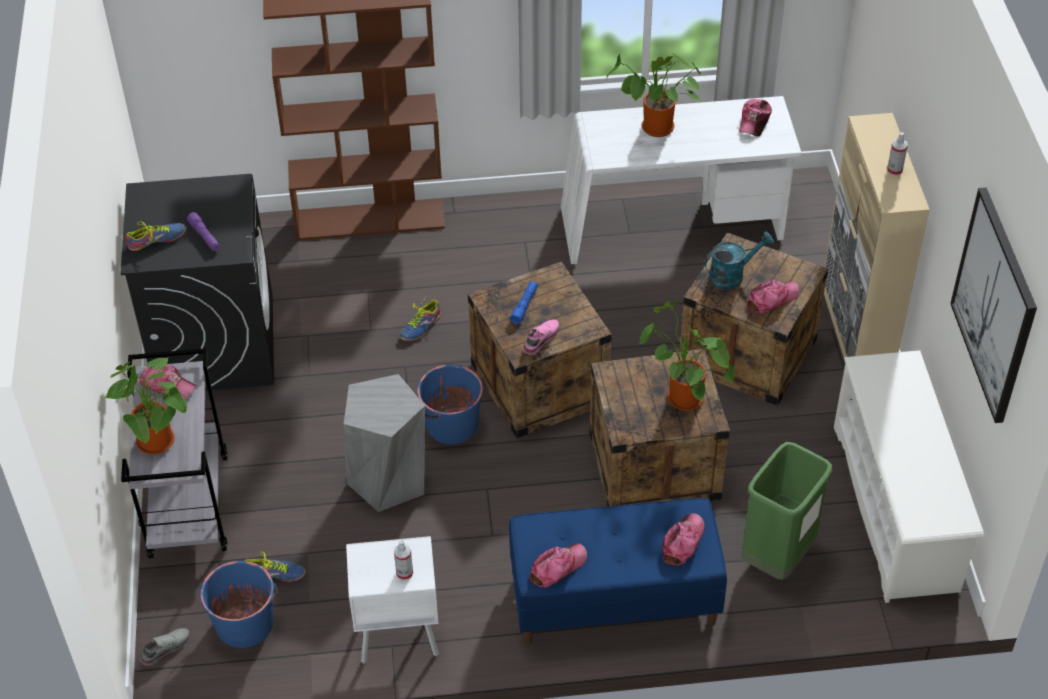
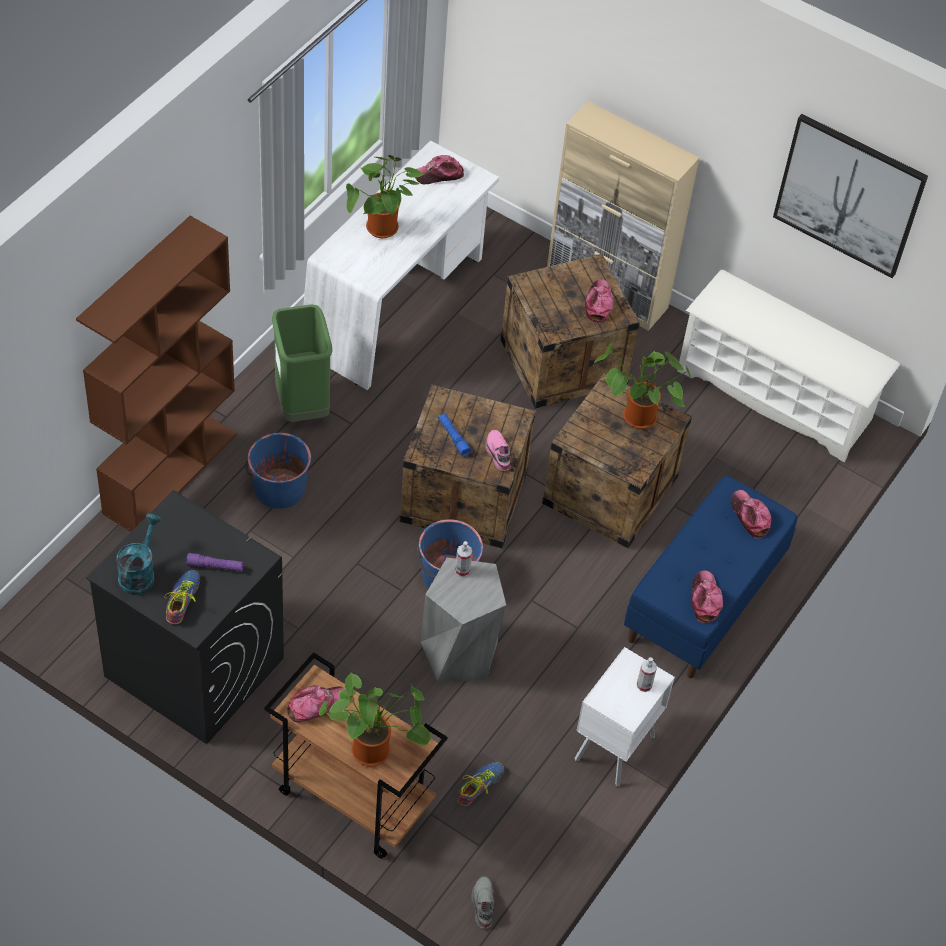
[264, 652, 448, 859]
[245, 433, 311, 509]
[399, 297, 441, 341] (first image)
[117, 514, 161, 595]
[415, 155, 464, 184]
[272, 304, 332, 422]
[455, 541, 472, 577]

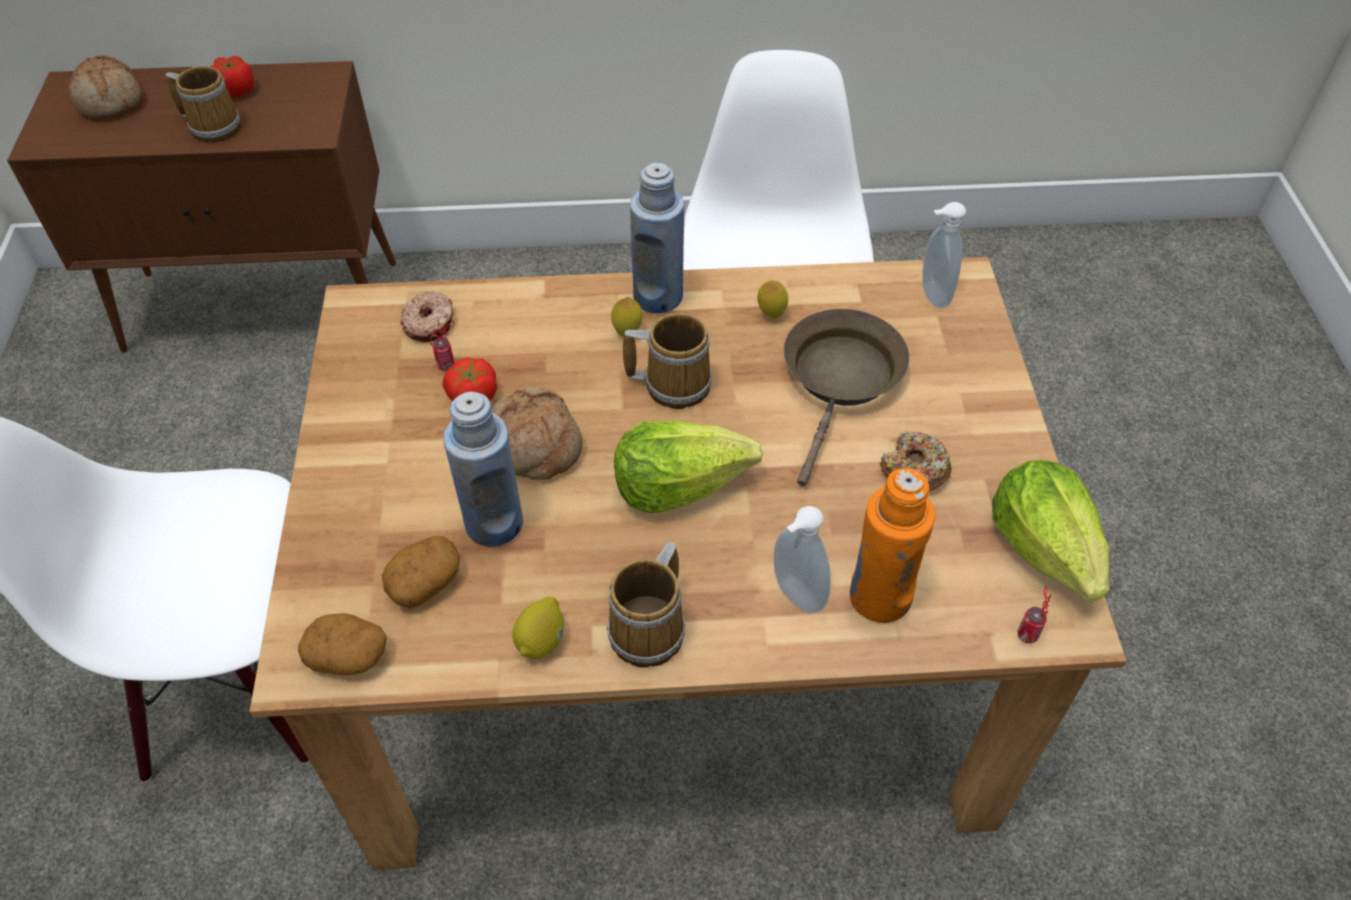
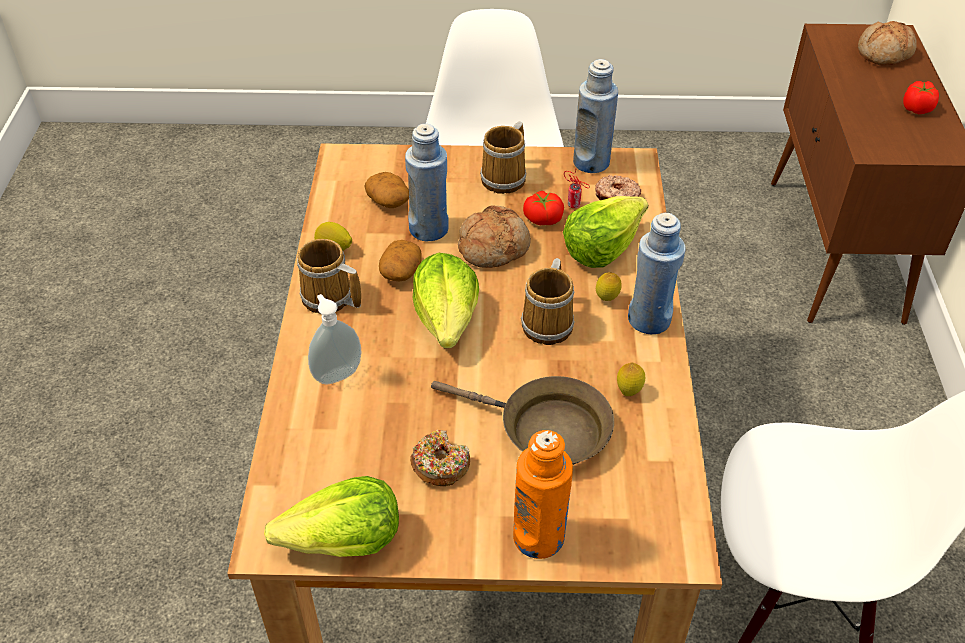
[480, 121, 526, 194]
[379, 240, 422, 282]
[513, 430, 573, 559]
[922, 202, 966, 308] (first image)
[1017, 586, 1051, 643] (first image)
[563, 196, 648, 268]
[573, 59, 618, 173]

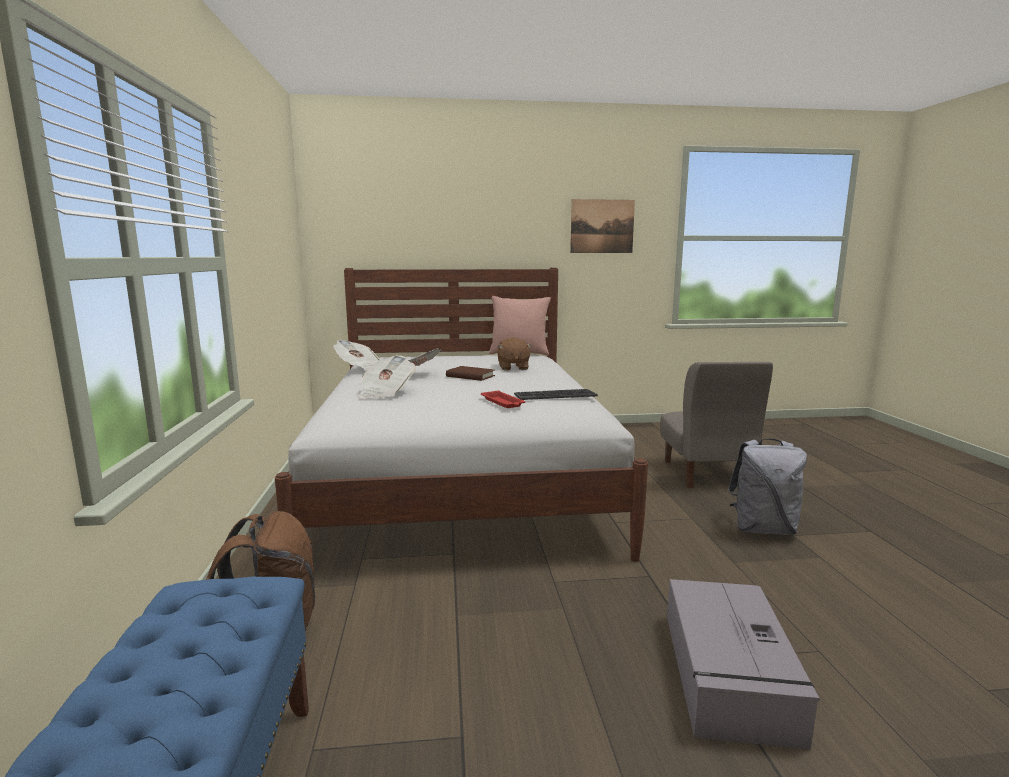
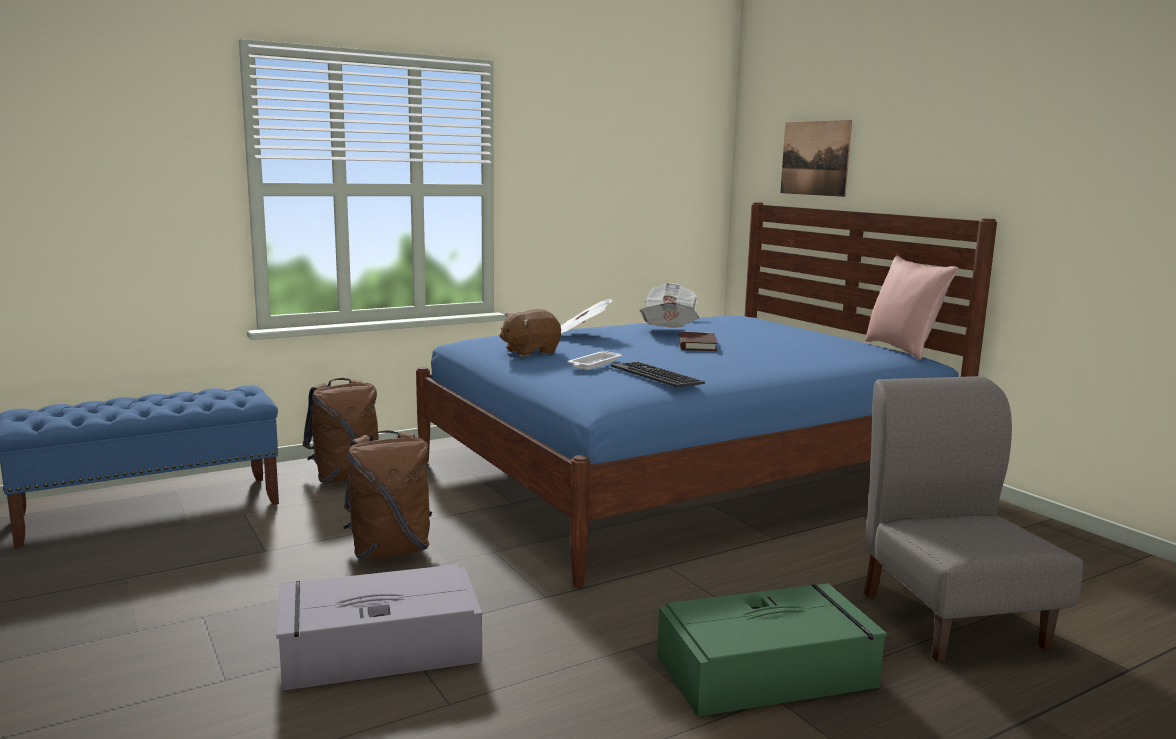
[416, 202, 997, 588]
[568, 351, 622, 370]
[500, 309, 561, 357]
[780, 120, 852, 197]
[863, 376, 1083, 662]
[657, 583, 887, 717]
[343, 430, 432, 559]

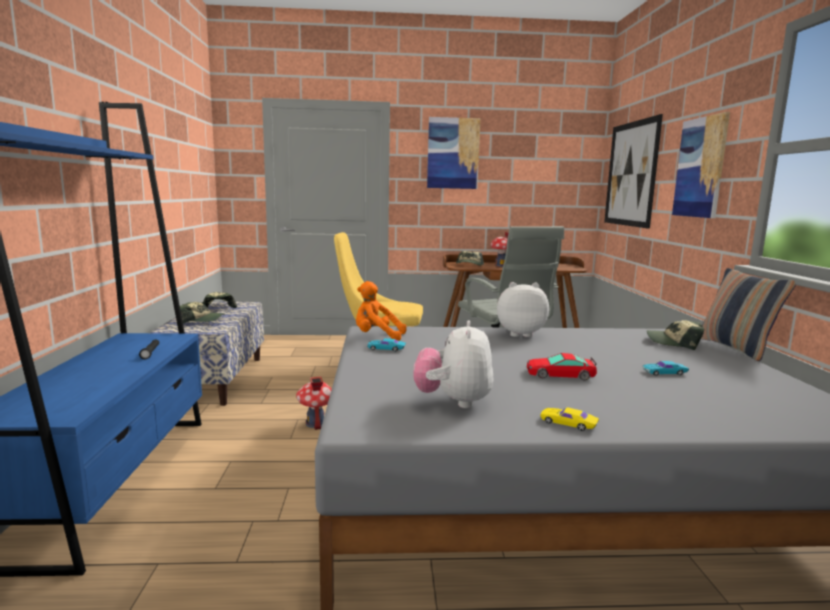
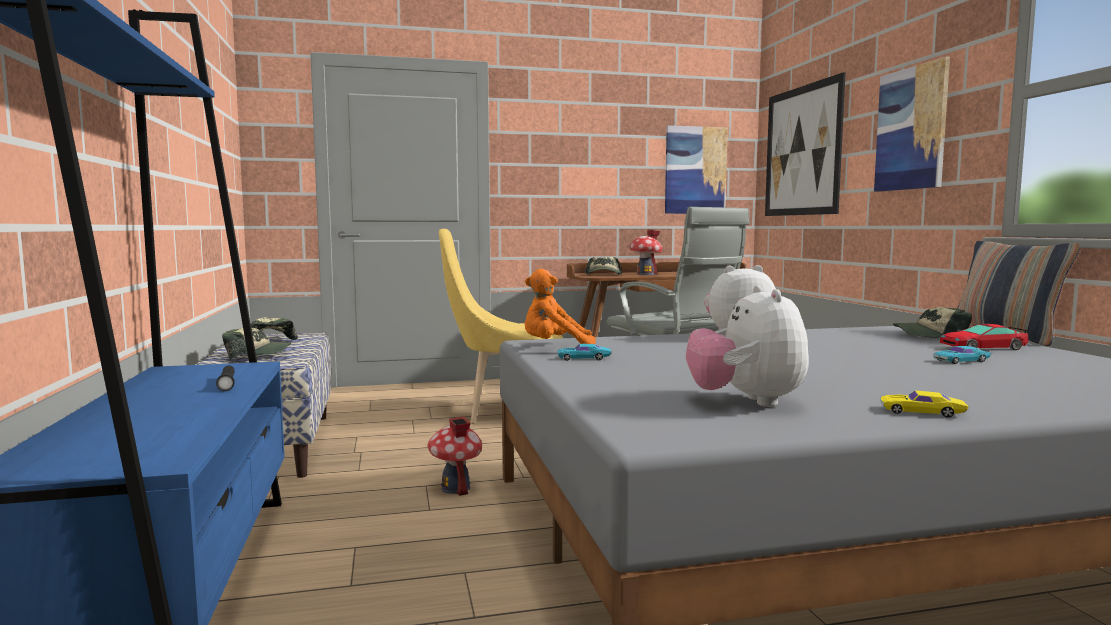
[665, 125, 728, 214]
[940, 324, 1028, 350]

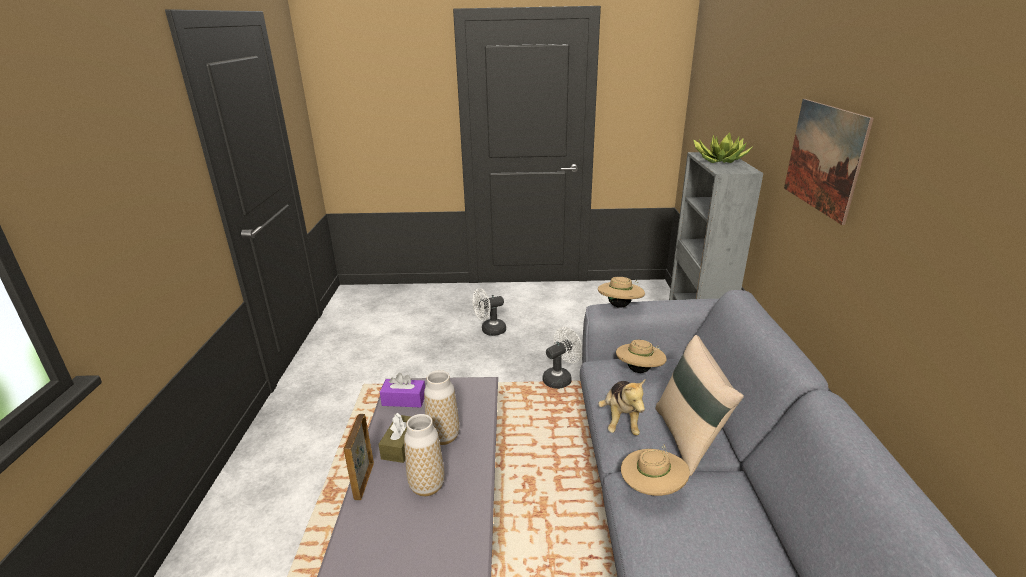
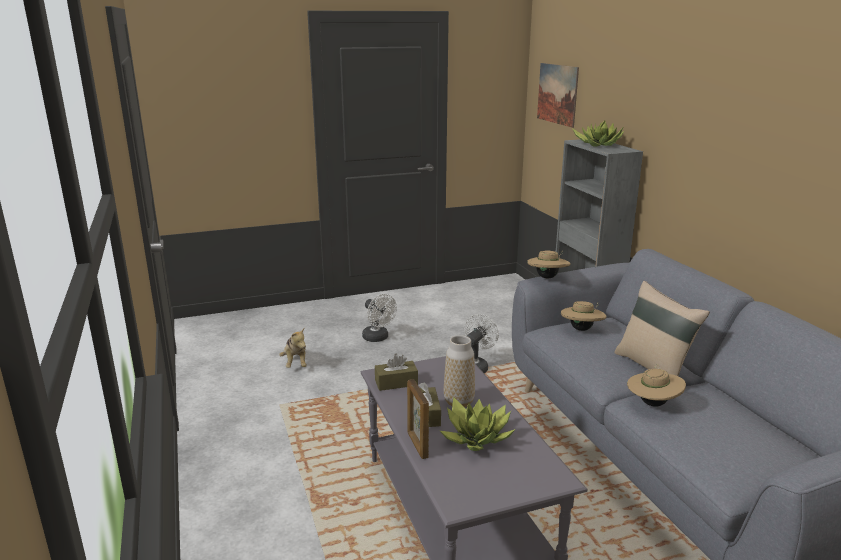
[375, 354, 418, 391]
[440, 397, 515, 451]
[362, 294, 397, 342]
[279, 328, 307, 368]
[537, 63, 579, 128]

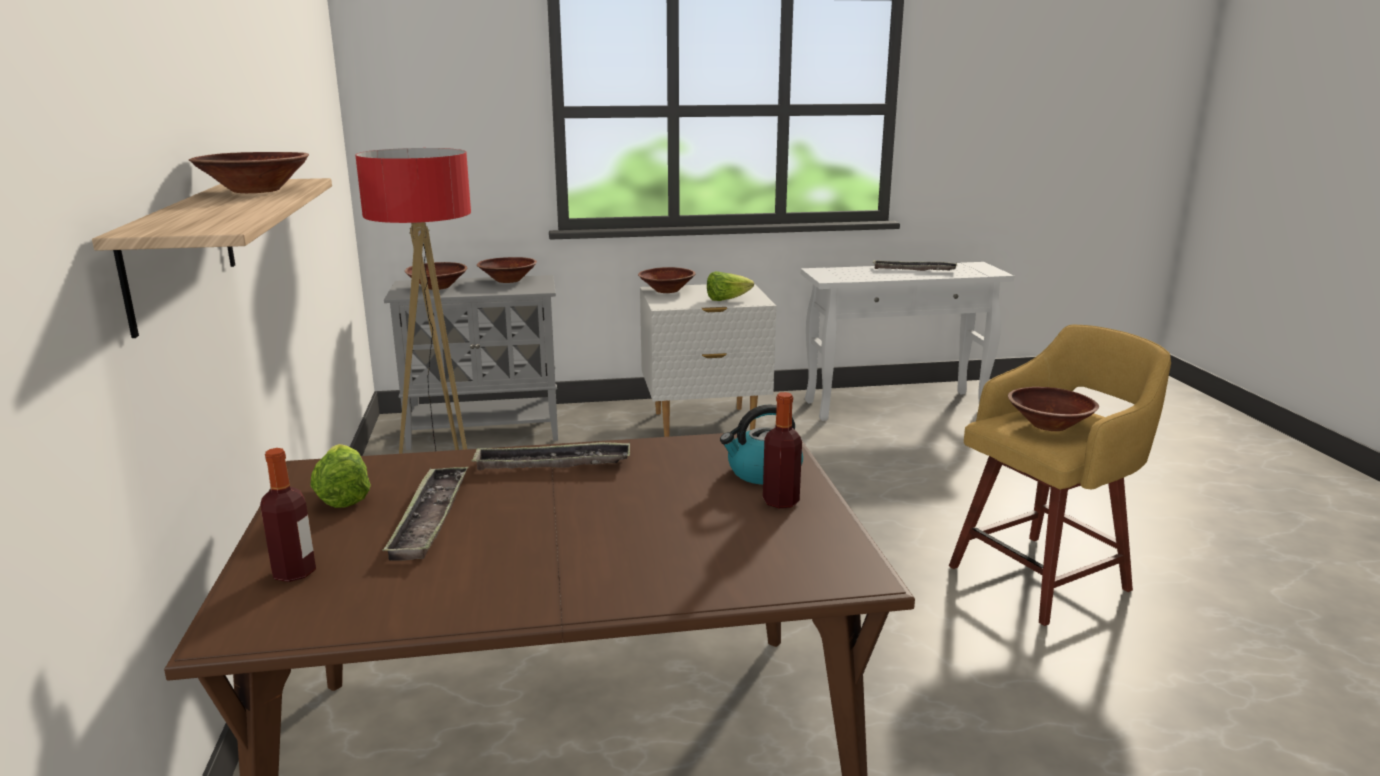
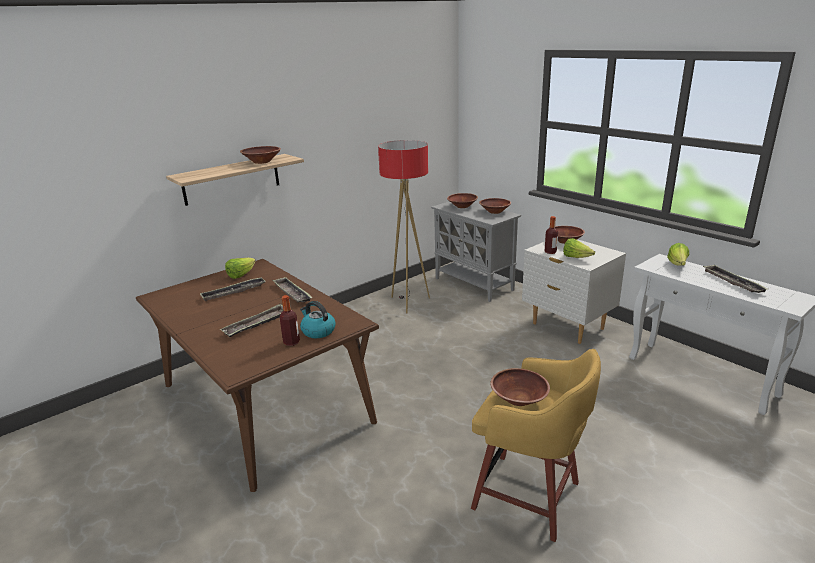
[545, 216, 558, 254]
[220, 304, 283, 337]
[667, 243, 689, 266]

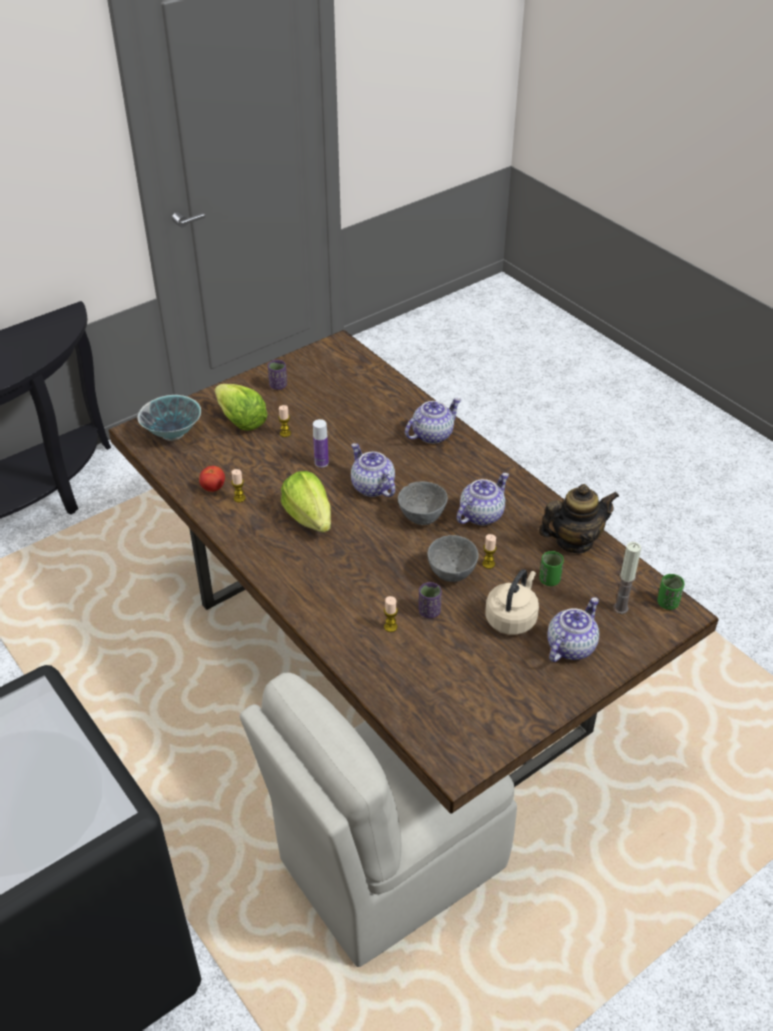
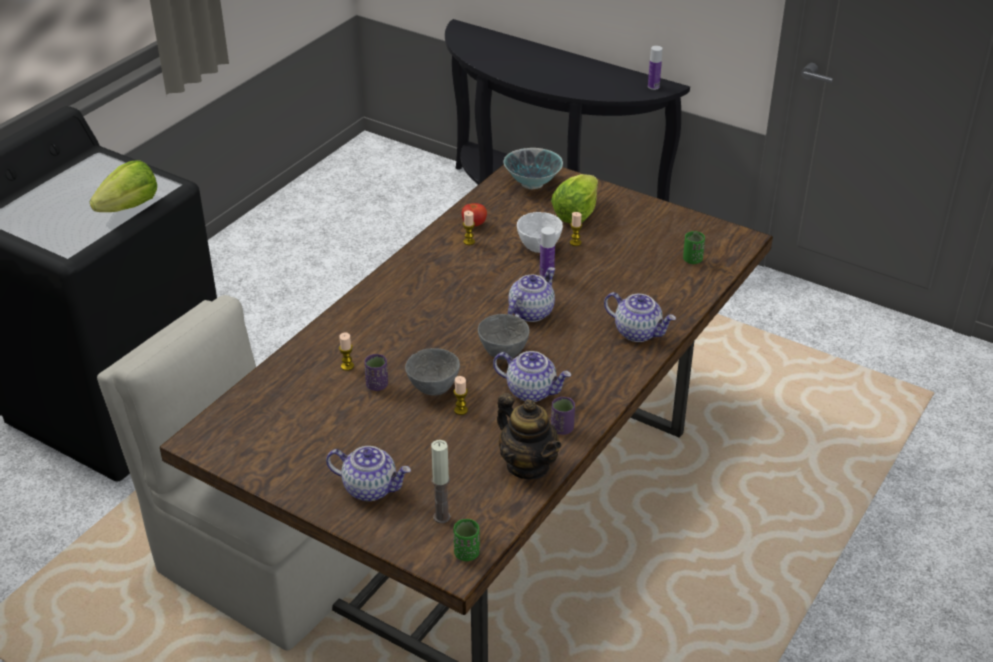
[551, 397, 575, 435]
[90, 160, 157, 212]
[485, 569, 539, 635] (first image)
[683, 231, 705, 264]
[517, 212, 563, 253]
[648, 46, 663, 90]

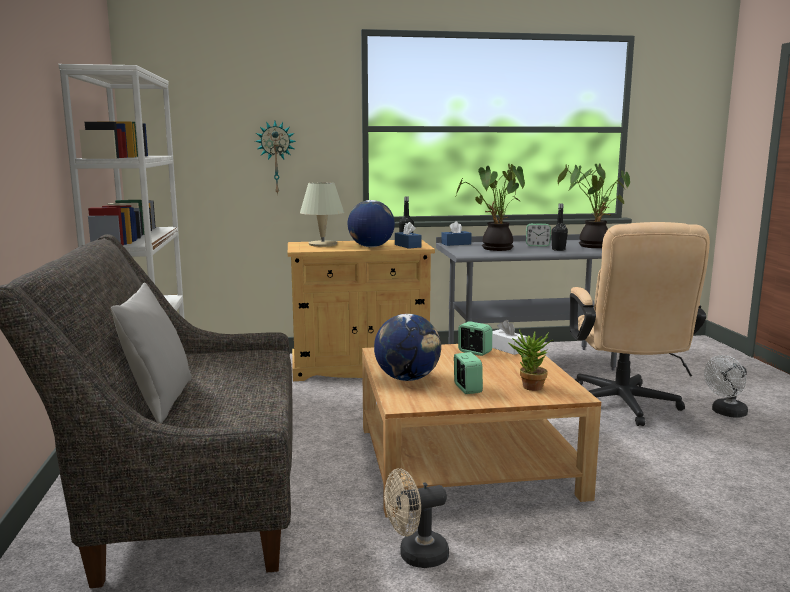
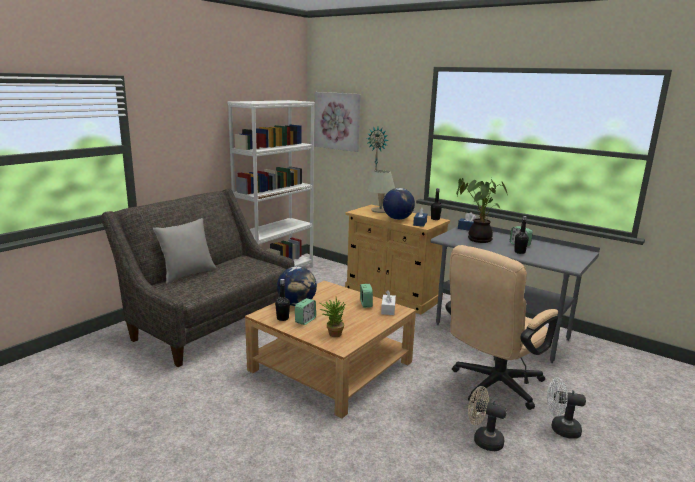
[468, 386, 507, 451]
[558, 163, 630, 248] (first image)
[275, 279, 290, 321]
[314, 92, 361, 152]

